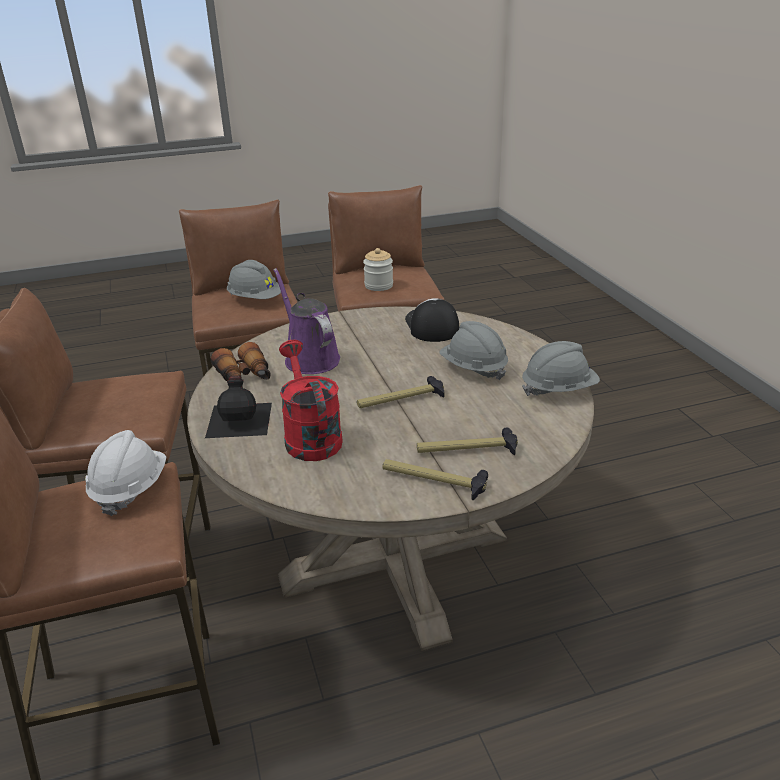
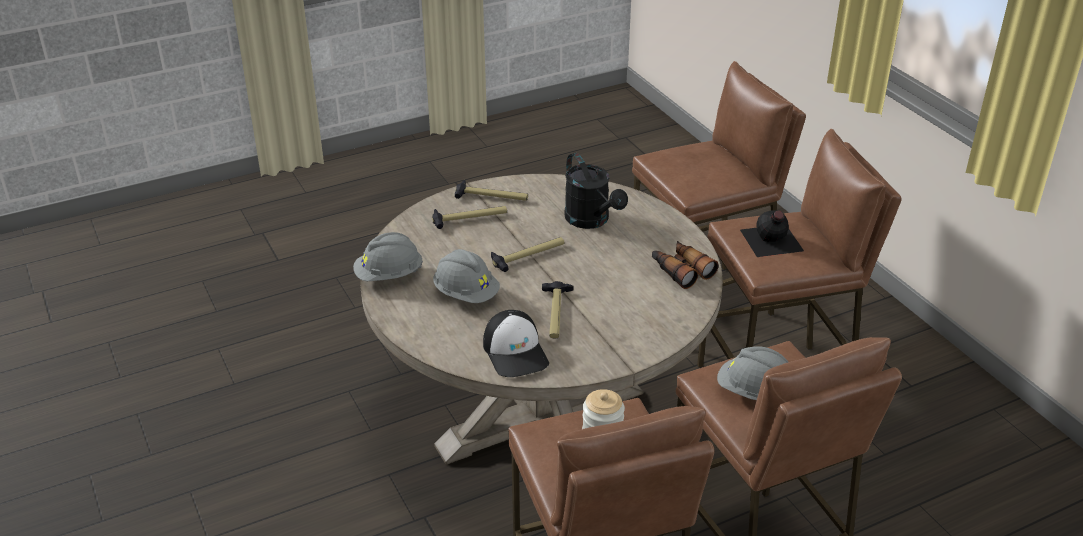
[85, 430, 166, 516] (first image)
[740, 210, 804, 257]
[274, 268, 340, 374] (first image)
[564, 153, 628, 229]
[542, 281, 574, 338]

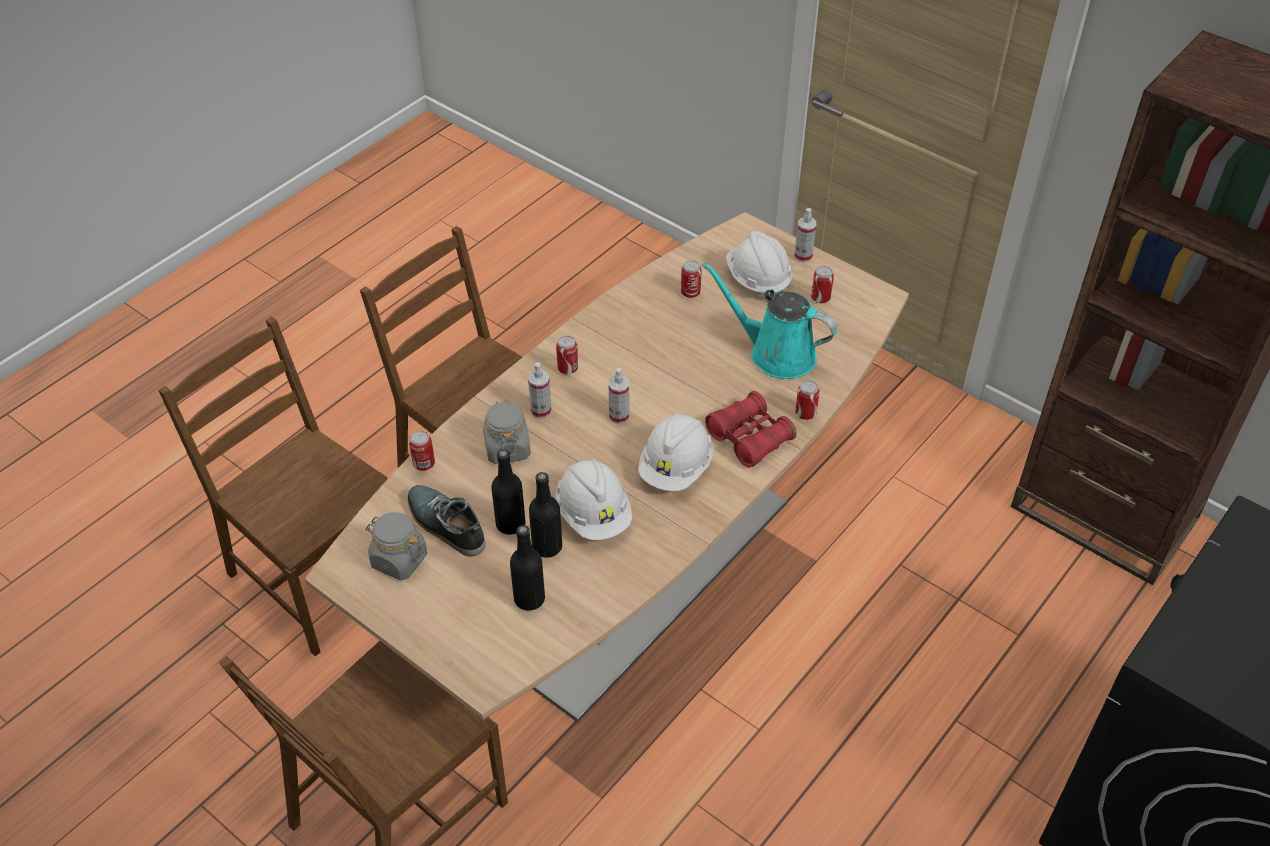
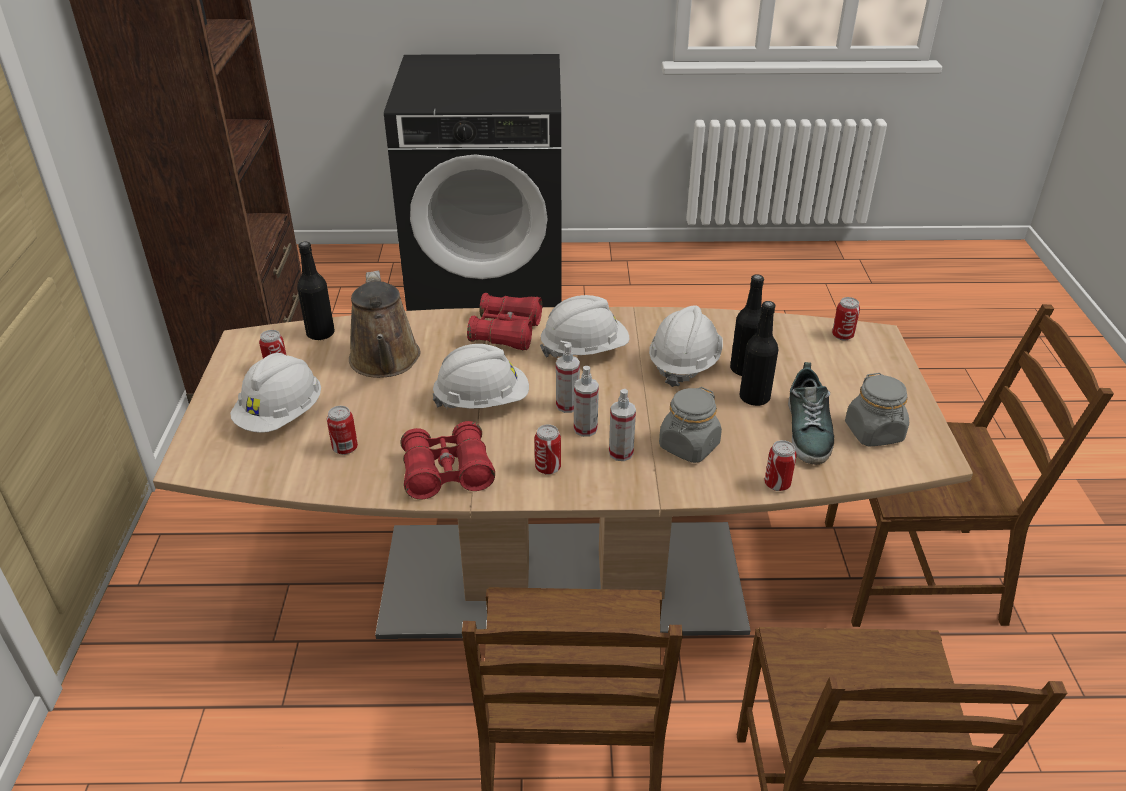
[297, 242, 335, 341]
[349, 270, 421, 378]
[574, 366, 599, 437]
[832, 297, 860, 340]
[400, 421, 495, 499]
[433, 344, 529, 410]

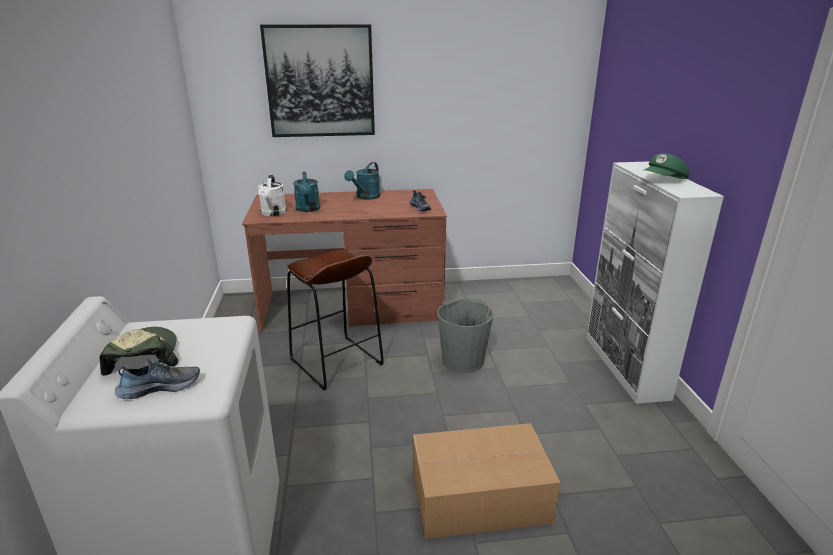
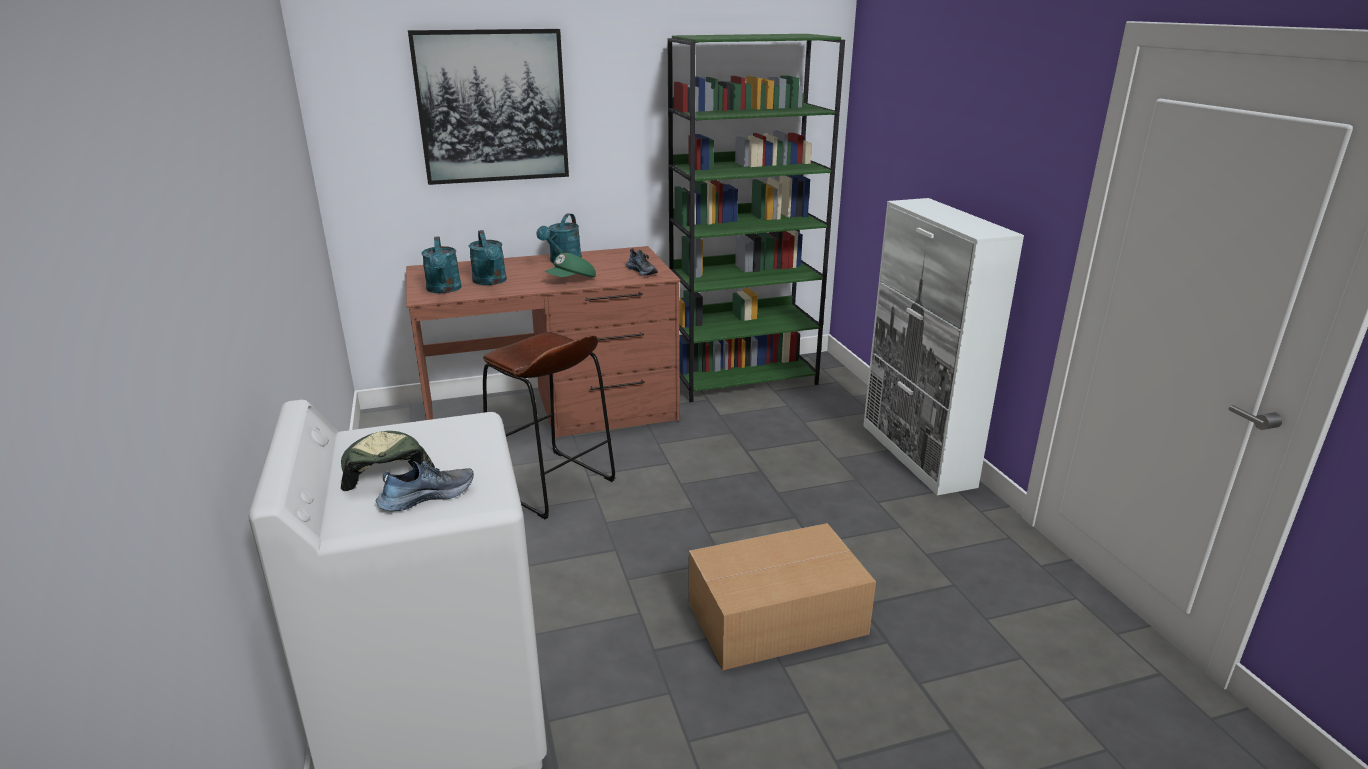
[421, 237, 461, 293]
[437, 298, 494, 373] (first image)
[545, 253, 596, 278]
[667, 34, 845, 402]

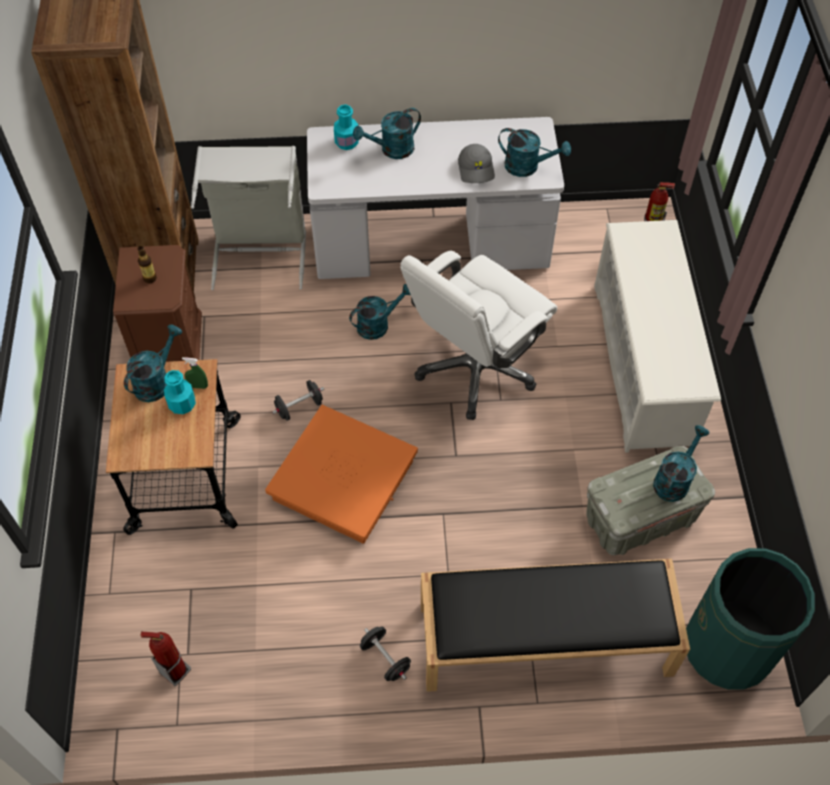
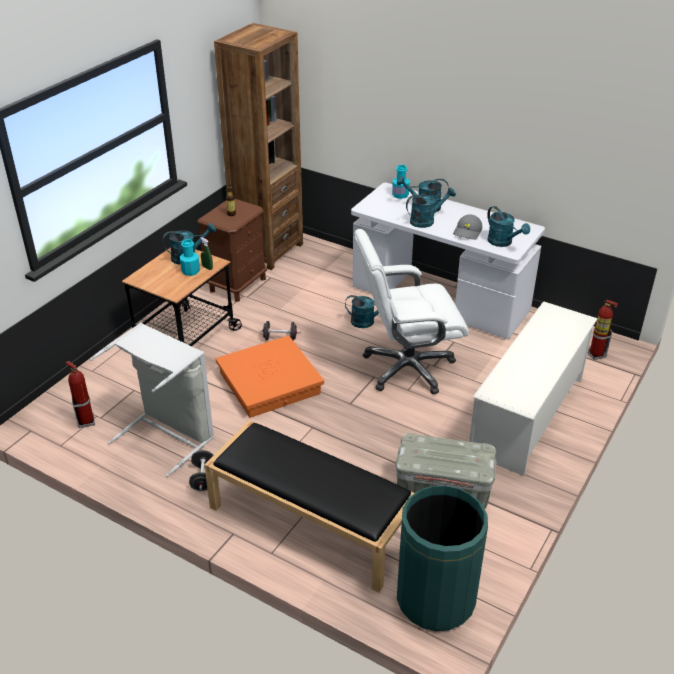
[89, 322, 214, 477]
[406, 187, 456, 228]

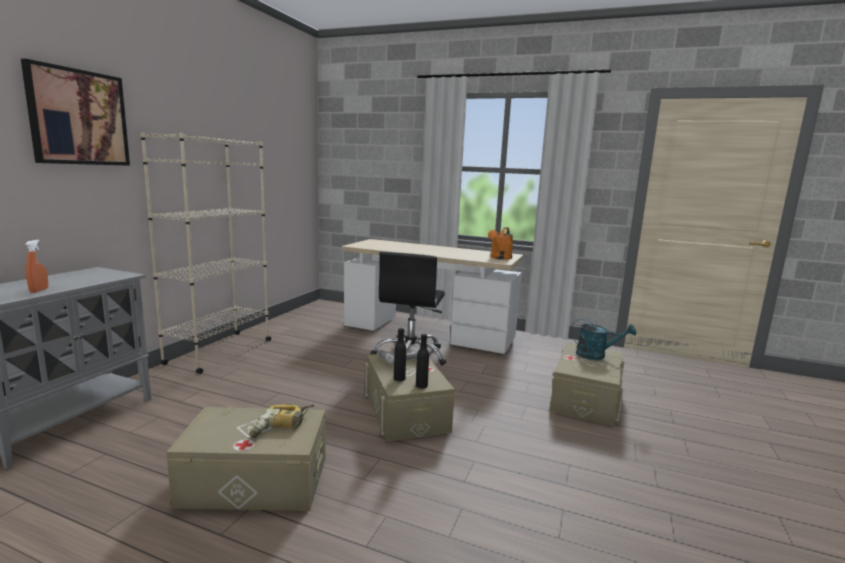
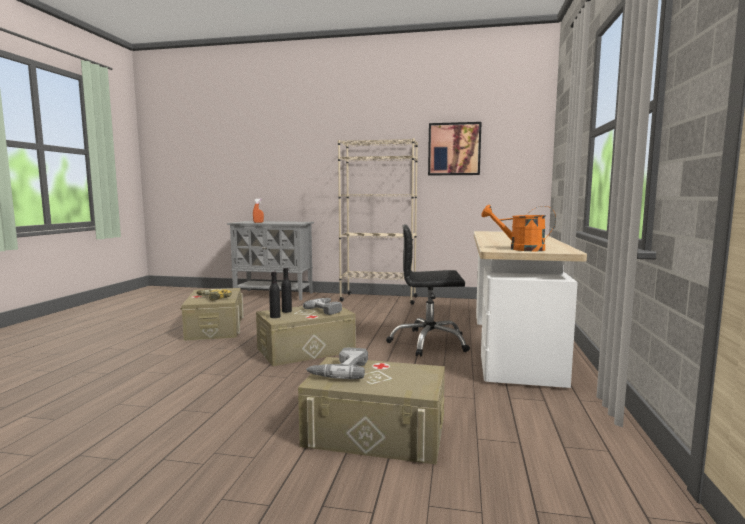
[428, 122, 482, 175]
[572, 318, 637, 360] (first image)
[306, 348, 368, 379]

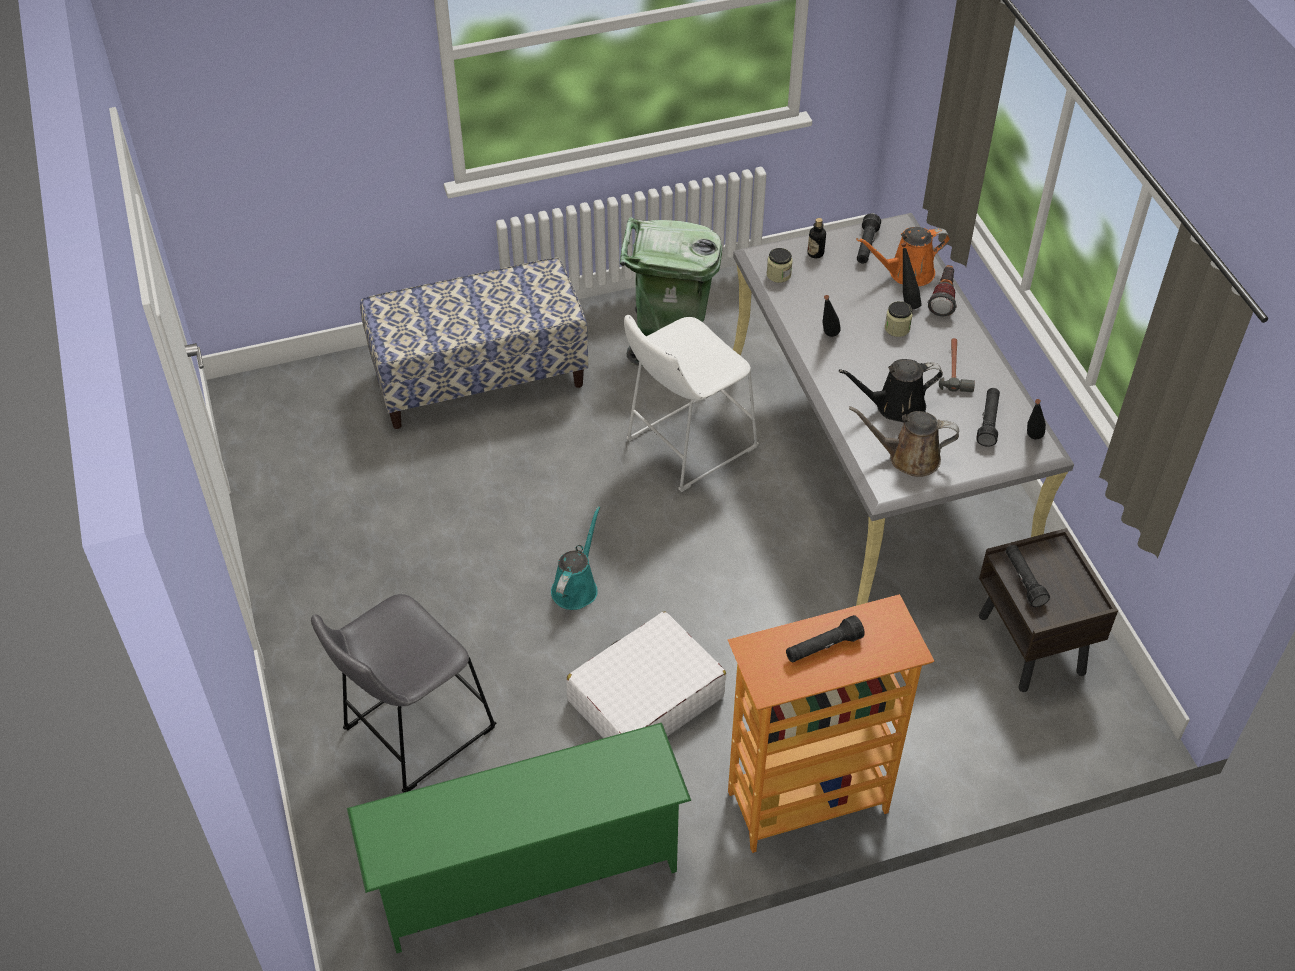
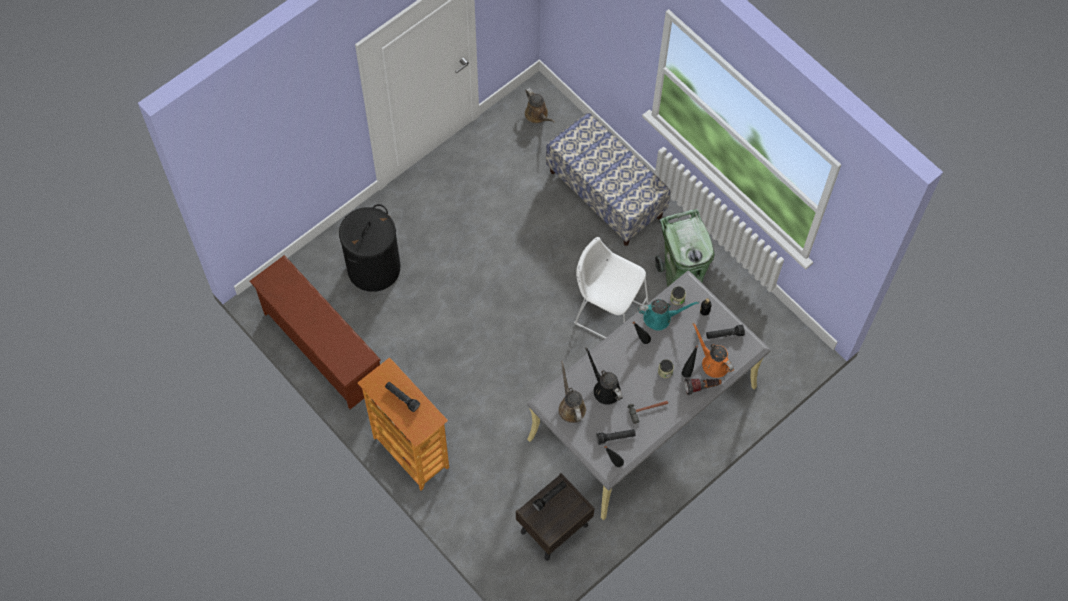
[339, 204, 401, 292]
[249, 255, 381, 409]
[638, 299, 699, 331]
[566, 611, 726, 738] (first image)
[525, 88, 555, 123]

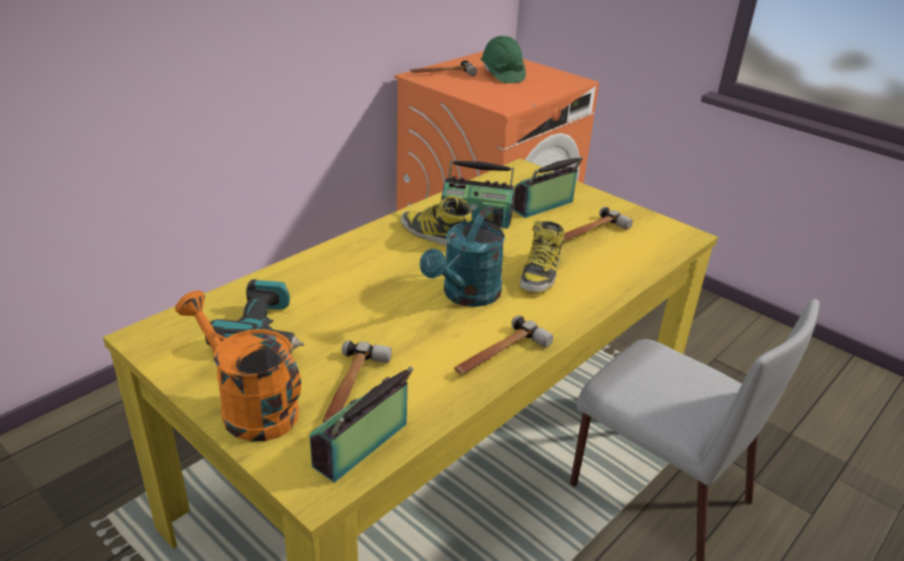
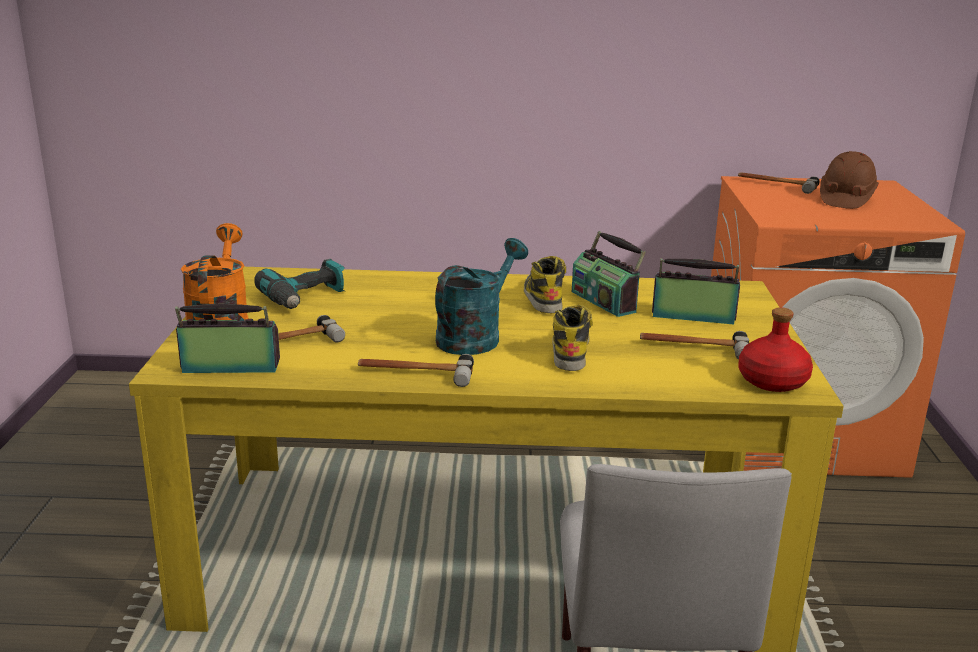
[435, 238, 528, 355]
[820, 151, 879, 209]
[552, 305, 593, 371]
[738, 307, 813, 392]

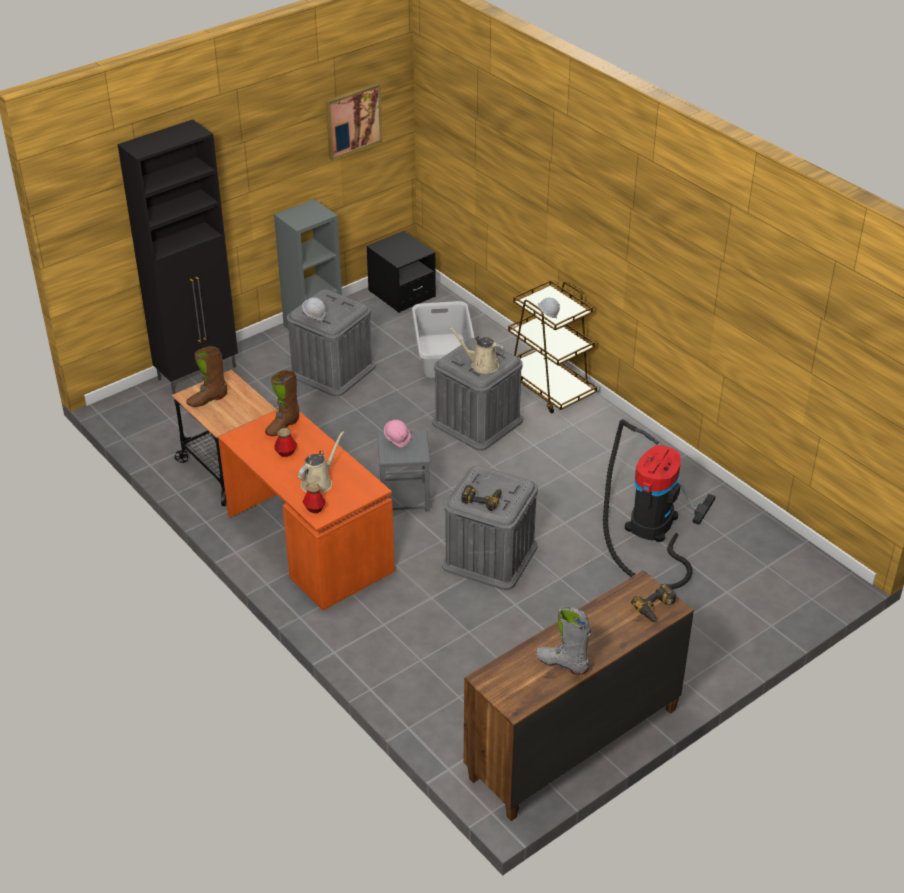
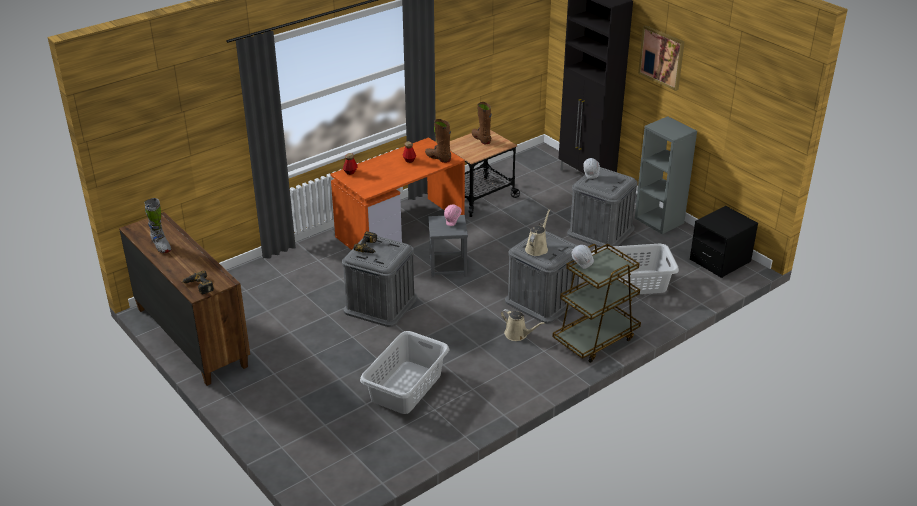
[501, 309, 545, 341]
[638, 25, 685, 91]
[144, 198, 171, 253]
[360, 331, 449, 414]

